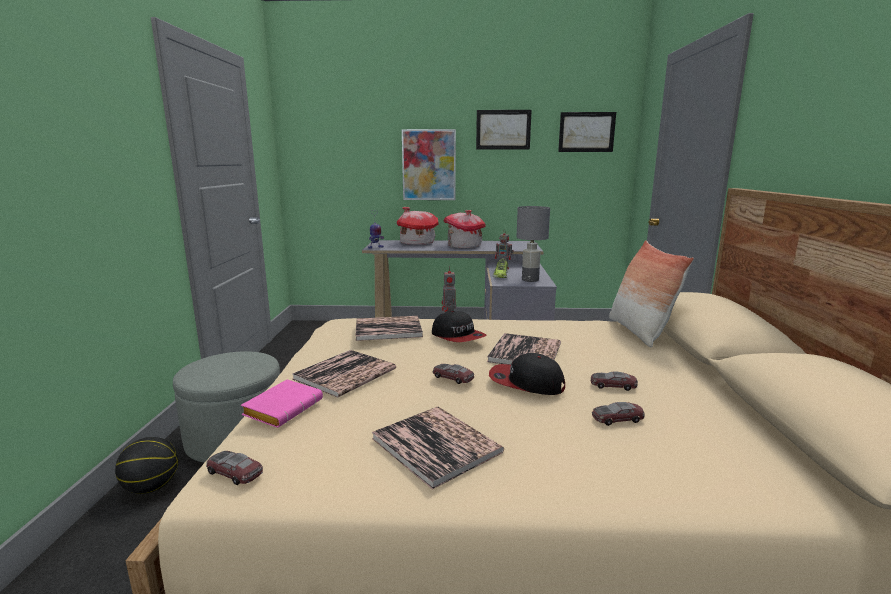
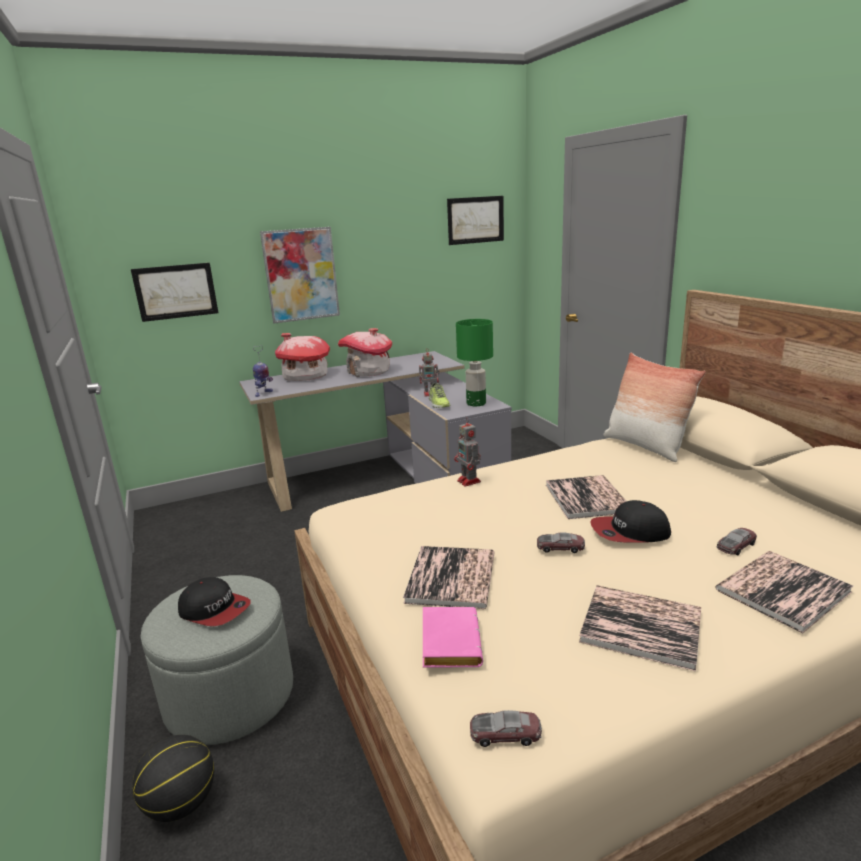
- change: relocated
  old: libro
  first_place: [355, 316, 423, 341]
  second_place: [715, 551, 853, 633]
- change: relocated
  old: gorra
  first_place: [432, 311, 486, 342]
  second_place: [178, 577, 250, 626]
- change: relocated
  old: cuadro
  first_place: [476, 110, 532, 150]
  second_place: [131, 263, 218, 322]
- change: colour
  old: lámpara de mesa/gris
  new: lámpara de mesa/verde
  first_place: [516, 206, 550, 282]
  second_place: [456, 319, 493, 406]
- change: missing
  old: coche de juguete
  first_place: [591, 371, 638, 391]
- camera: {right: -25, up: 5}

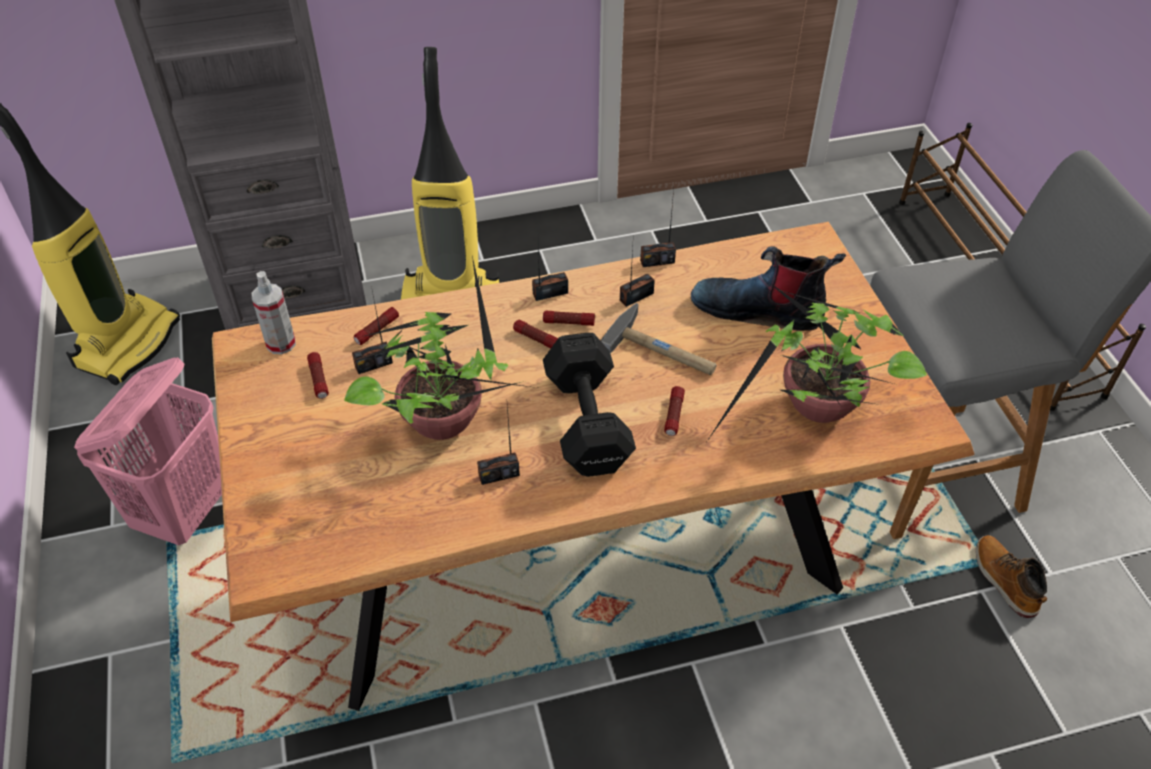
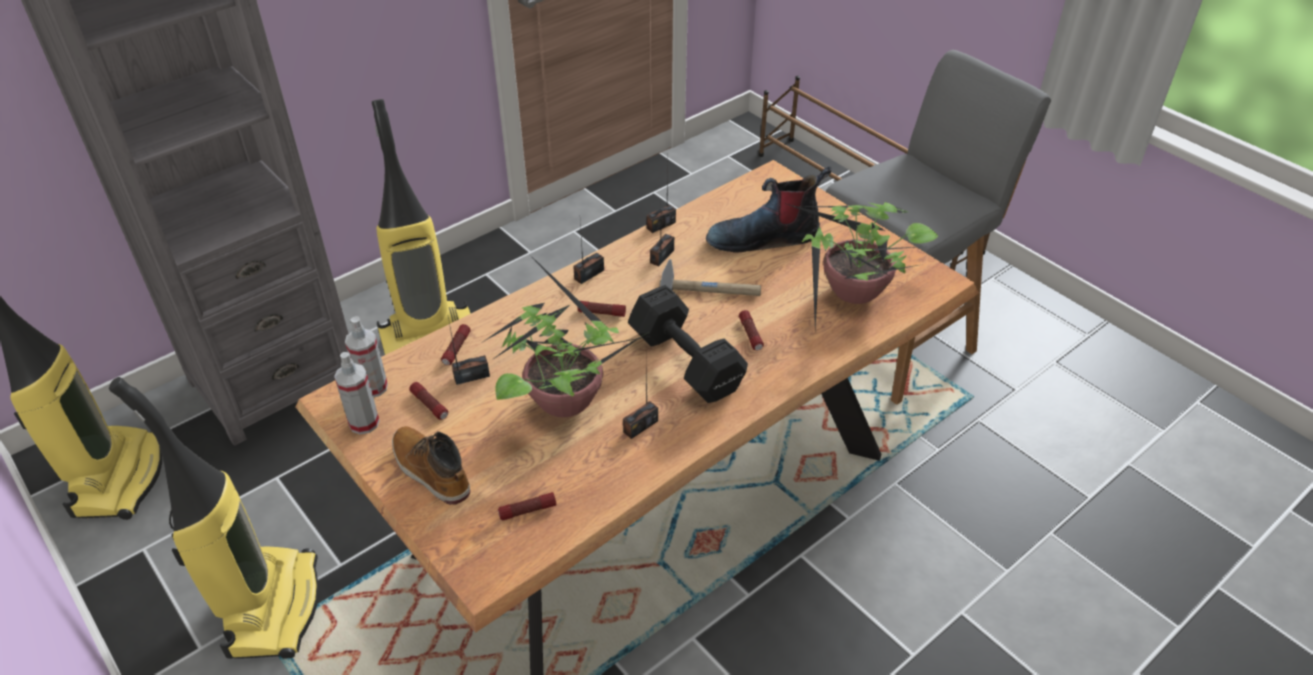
- change: exchanged
  old: cesto de la ropa/rosa
  new: aspiradora
  first_place: [74, 357, 222, 545]
  second_place: [109, 377, 319, 659]
- change: spun
  old: radio
  first_place: [352, 291, 393, 374]
  second_place: [448, 317, 490, 385]
  degrees: -150
- change: relocated
  old: linterna
  first_place: [543, 311, 595, 326]
  second_place: [498, 492, 556, 520]
- change: relocated
  old: bota
  first_place: [976, 535, 1047, 618]
  second_place: [392, 426, 471, 505]
- change: appeared
  new: pulverizador
  second_place: [334, 352, 380, 434]
- camera: {right: -25, up: -5}

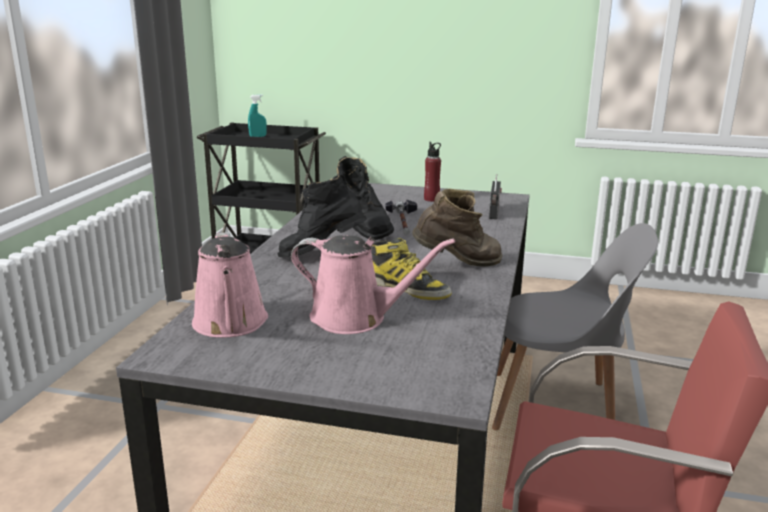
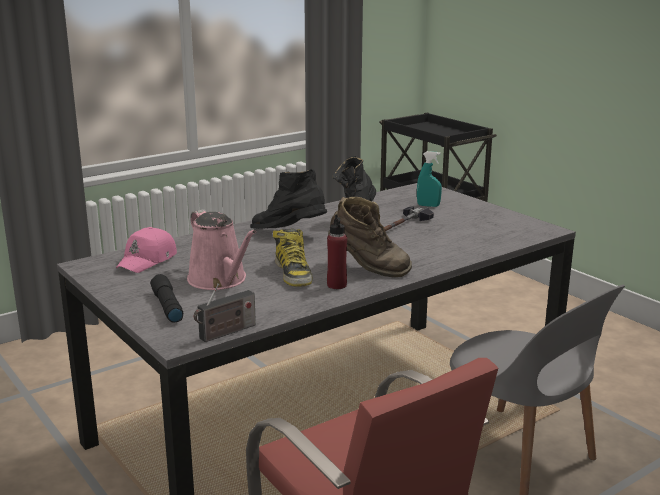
- change: exchanged
  old: regadera/rosa
  new: gorra/rosa
  first_place: [192, 232, 268, 338]
  second_place: [116, 227, 177, 273]
- change: relocated
  old: pulverizador/turquesa
  first_place: [248, 94, 267, 137]
  second_place: [417, 151, 442, 207]
- change: relocated
  old: botella/rojo
  first_place: [424, 142, 441, 202]
  second_place: [327, 214, 347, 289]
- change: relocated
  old: radio
  first_place: [489, 174, 502, 219]
  second_place: [194, 284, 256, 342]
- change: appeared
  new: linterna/negro
  second_place: [150, 274, 183, 323]
- camera: {right: 40, up: 0}

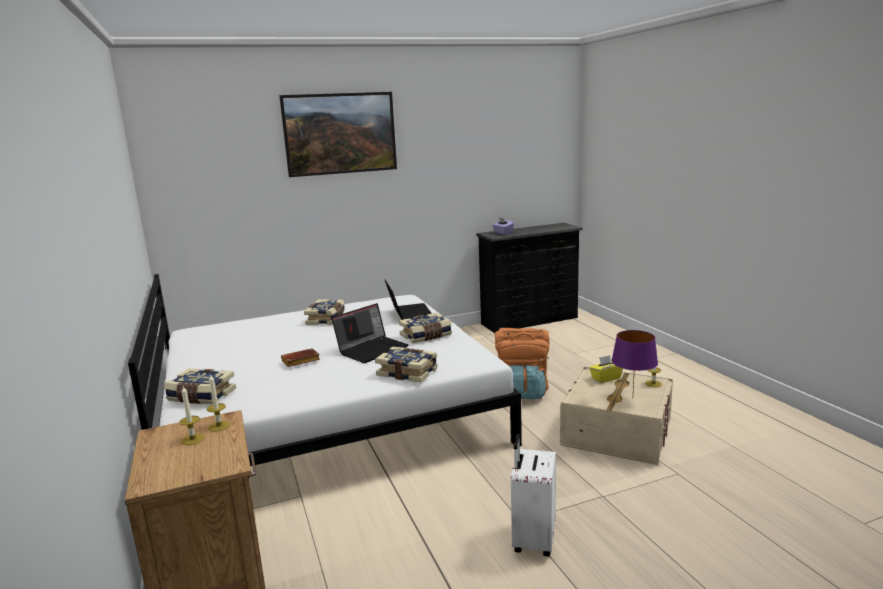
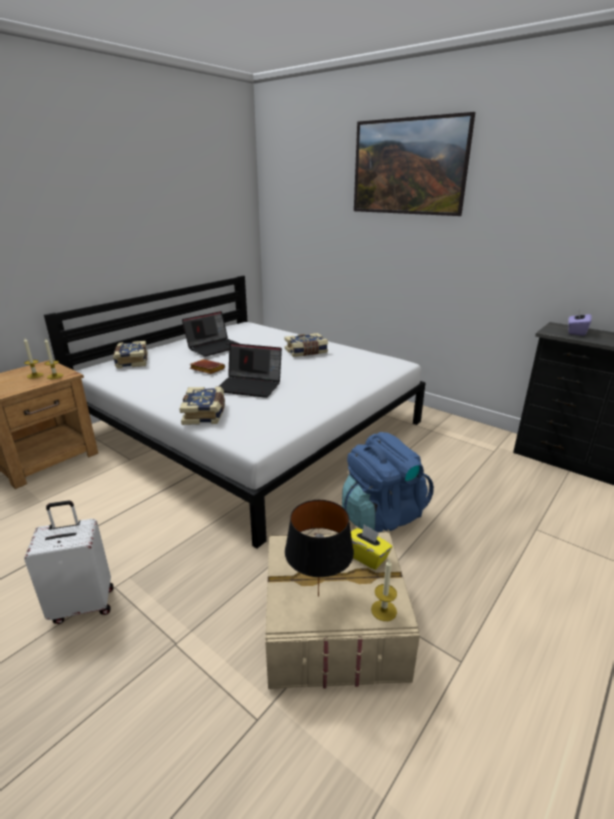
- change: relocated
  old: portátil
  first_place: [385, 280, 432, 320]
  second_place: [182, 311, 240, 357]
- change: missing
  old: libro
  first_place: [399, 313, 452, 343]
- change: colour
  old: mochila/naranja
  new: mochila/azul
  first_place: [495, 328, 549, 399]
  second_place: [342, 432, 434, 532]
- change: colour
  old: lámpara de mesa/morado
  new: lámpara de mesa/negro
  first_place: [612, 330, 658, 391]
  second_place: [285, 500, 354, 597]
- camera: {right: 60, up: 10}

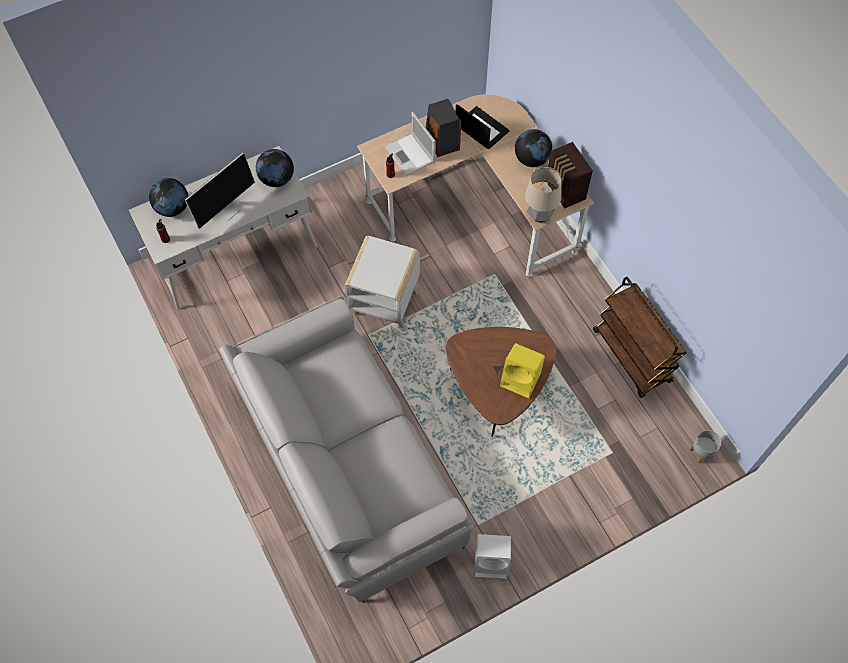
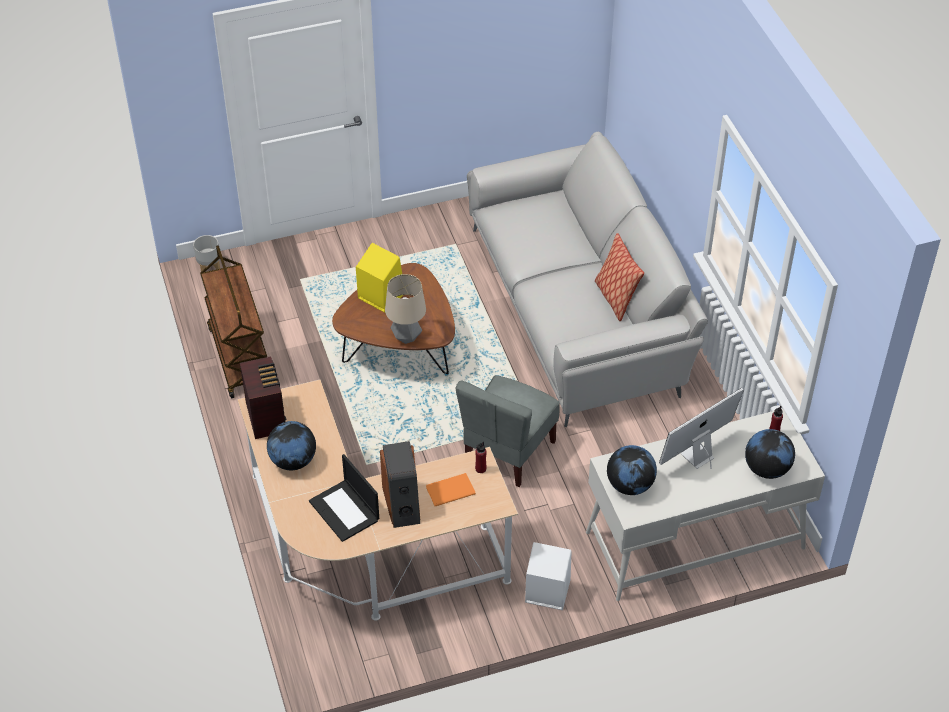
- change: exchanged
  old: mesa auxiliar/blanco
  new: silla/gris
  first_place: [345, 236, 420, 329]
  second_place: [456, 375, 560, 487]
- change: exchanged
  old: portátil
  new: libro/naranja
  first_place: [385, 112, 436, 176]
  second_place: [426, 473, 476, 506]
- change: relocated
  old: altavoz/blanco
  first_place: [474, 534, 511, 579]
  second_place: [525, 542, 572, 610]
- change: relocated
  old: lámpara de mesa
  first_place: [525, 167, 562, 223]
  second_place: [385, 274, 426, 344]
- change: appeared
  new: cojín
  second_place: [595, 233, 644, 321]
- camera: {right: -170, up: -15}

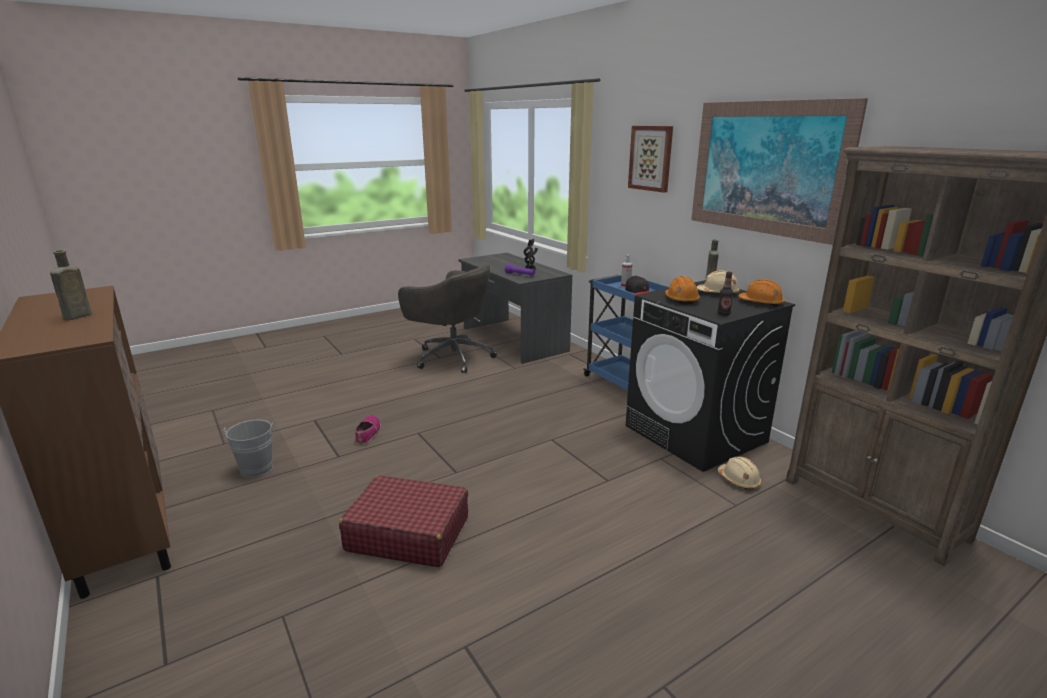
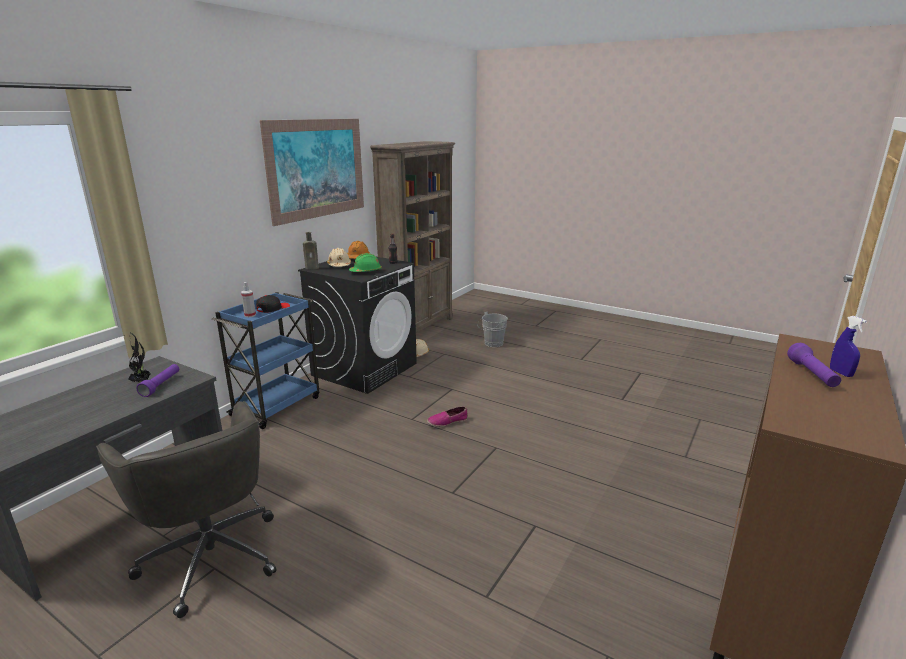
- change: exchanged
  old: botella/marrón
  new: linterna/morado
  first_place: [50, 250, 92, 320]
  second_place: [787, 343, 841, 387]
- change: relocated
  old: cubo/gris
  first_place: [223, 420, 274, 477]
  second_place: [477, 312, 508, 347]
- change: missing
  old: maleta/rojo
  first_place: [339, 476, 468, 567]
- change: relocated
  old: zapato
  first_place: [355, 416, 381, 445]
  second_place: [427, 406, 468, 427]
- change: spun
  old: silla de oficina/gris
  first_place: [398, 264, 497, 373]
  second_place: [96, 401, 276, 618]
  degrees: 135
- change: missing
  old: cuadro
  first_place: [628, 126, 673, 193]
- change: colour
  old: casco/naranja
  new: casco/verde
  first_place: [665, 276, 700, 305]
  second_place: [349, 253, 382, 272]
- change: appeared
  new: pulverizador/azul
  second_place: [830, 316, 867, 377]
- camera: {right: -115, up: 0}

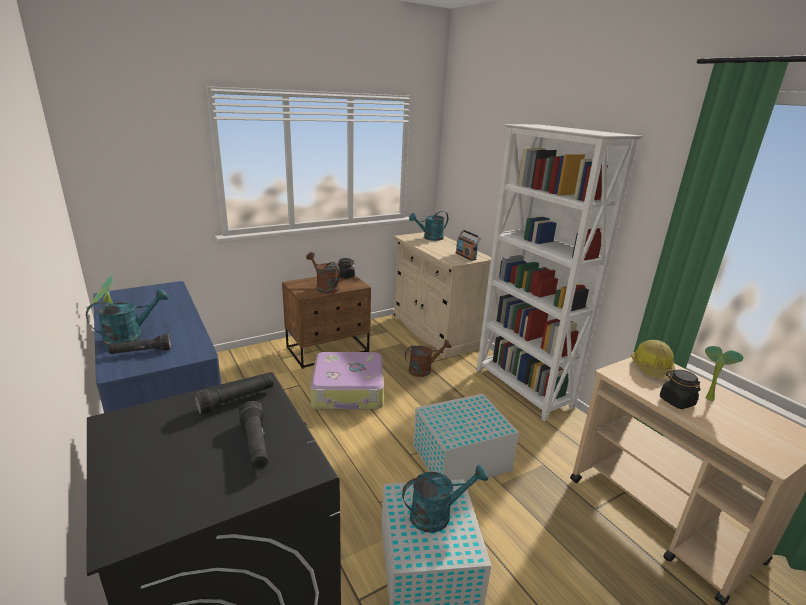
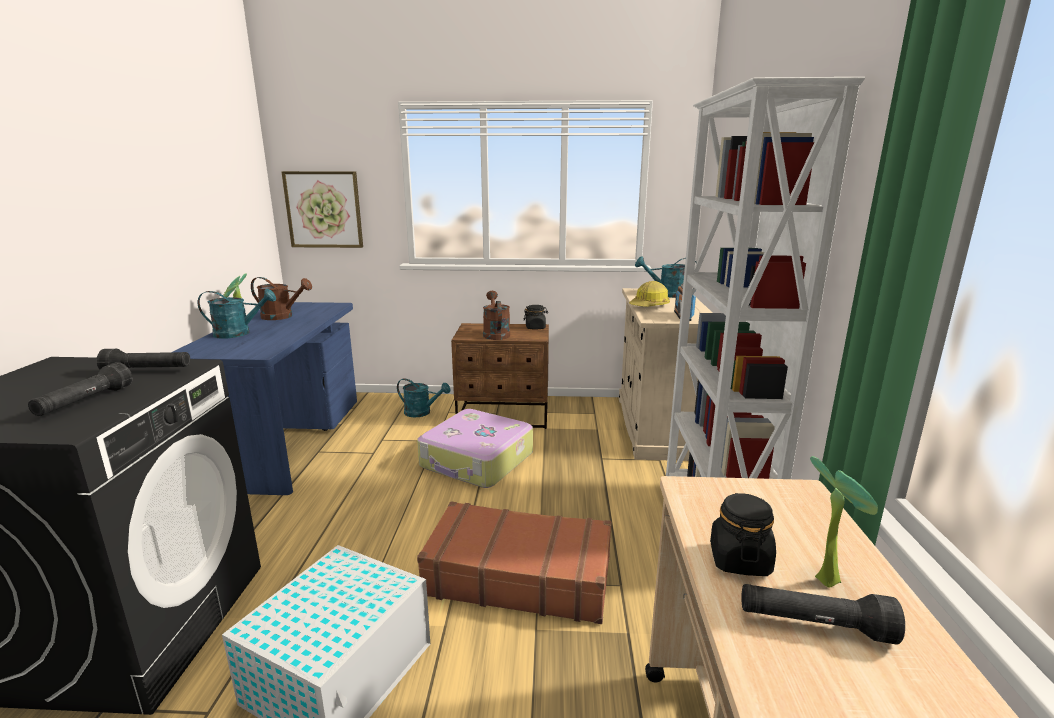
- change: relocated
  old: linterna/negro
  first_place: [108, 334, 171, 354]
  second_place: [741, 584, 905, 645]
- change: relocated
  old: regadera/turquesa
  first_place: [402, 465, 488, 533]
  second_place: [397, 378, 450, 417]
- change: relocated
  old: regadera/marrón
  first_place: [405, 340, 451, 377]
  second_place: [251, 277, 312, 320]
- change: exchanged
  old: caja de almacenaje/blanco
  new: maleta/marrón
  first_place: [413, 394, 519, 483]
  second_place: [417, 502, 612, 624]
- change: relocated
  old: casco
  first_place: [631, 340, 675, 379]
  second_place: [629, 281, 670, 307]
- change: appeared
  new: cuadro
  second_place: [282, 171, 363, 248]
- camera: {right: 35, up: -5}

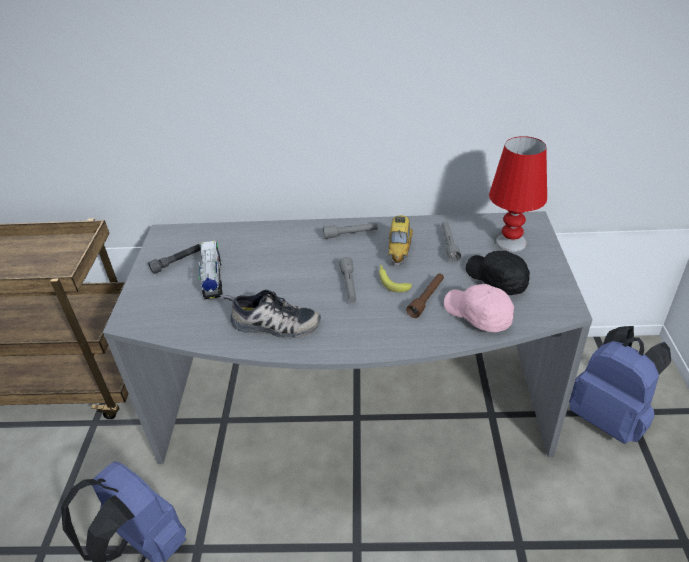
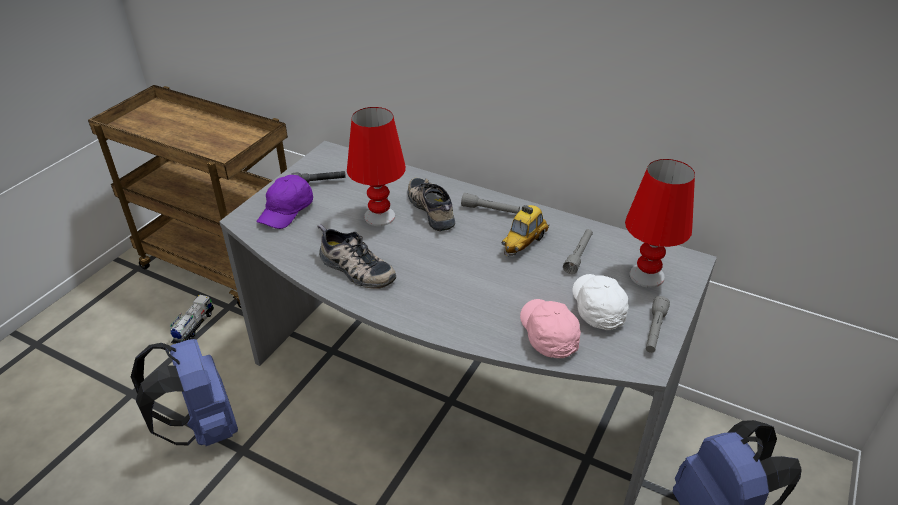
- change: relocated
  old: camión de juguete
  first_place: [199, 241, 222, 299]
  second_place: [170, 295, 214, 344]
- change: relocated
  old: linterna/gris
  first_place: [339, 257, 356, 303]
  second_place: [646, 296, 670, 353]
- change: missing
  old: plátano
  first_place: [379, 264, 412, 292]
- change: missing
  old: linterna/marrón
  first_place: [406, 273, 444, 318]
- change: colour
  old: gorra/negro
  new: gorra/blanco
  first_place: [466, 251, 530, 295]
  second_place: [572, 274, 629, 330]
- change: appeared
  new: gorra/morado
  second_place: [256, 175, 313, 229]
- change: appeared
  new: lámpara de mesa/rojo
  second_place: [347, 107, 406, 226]
- change: appeared
  new: zapato
  second_place: [407, 178, 455, 231]
- camera: {right: 25, up: 0}

